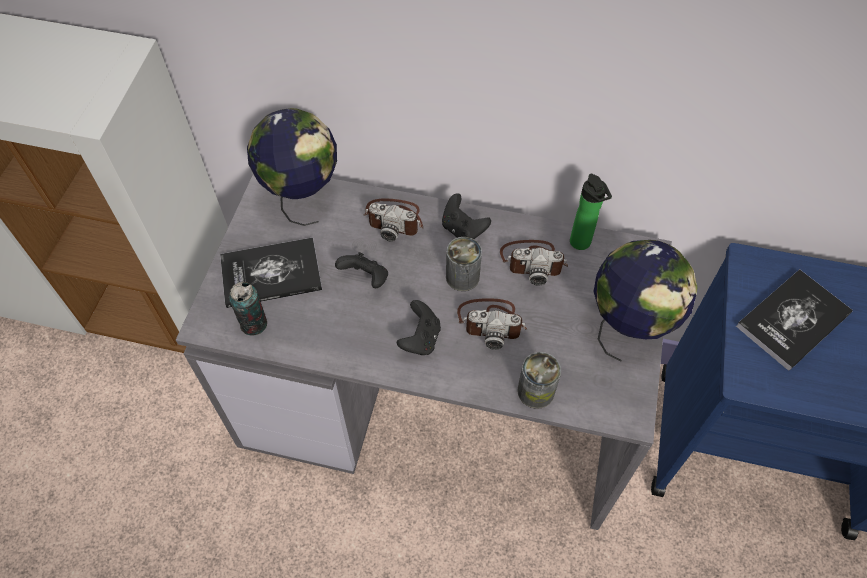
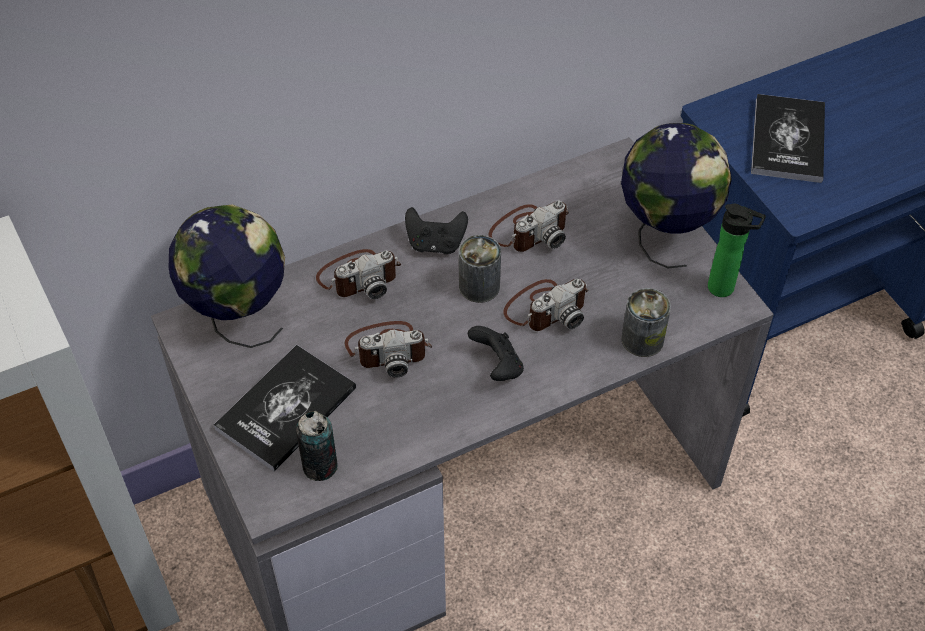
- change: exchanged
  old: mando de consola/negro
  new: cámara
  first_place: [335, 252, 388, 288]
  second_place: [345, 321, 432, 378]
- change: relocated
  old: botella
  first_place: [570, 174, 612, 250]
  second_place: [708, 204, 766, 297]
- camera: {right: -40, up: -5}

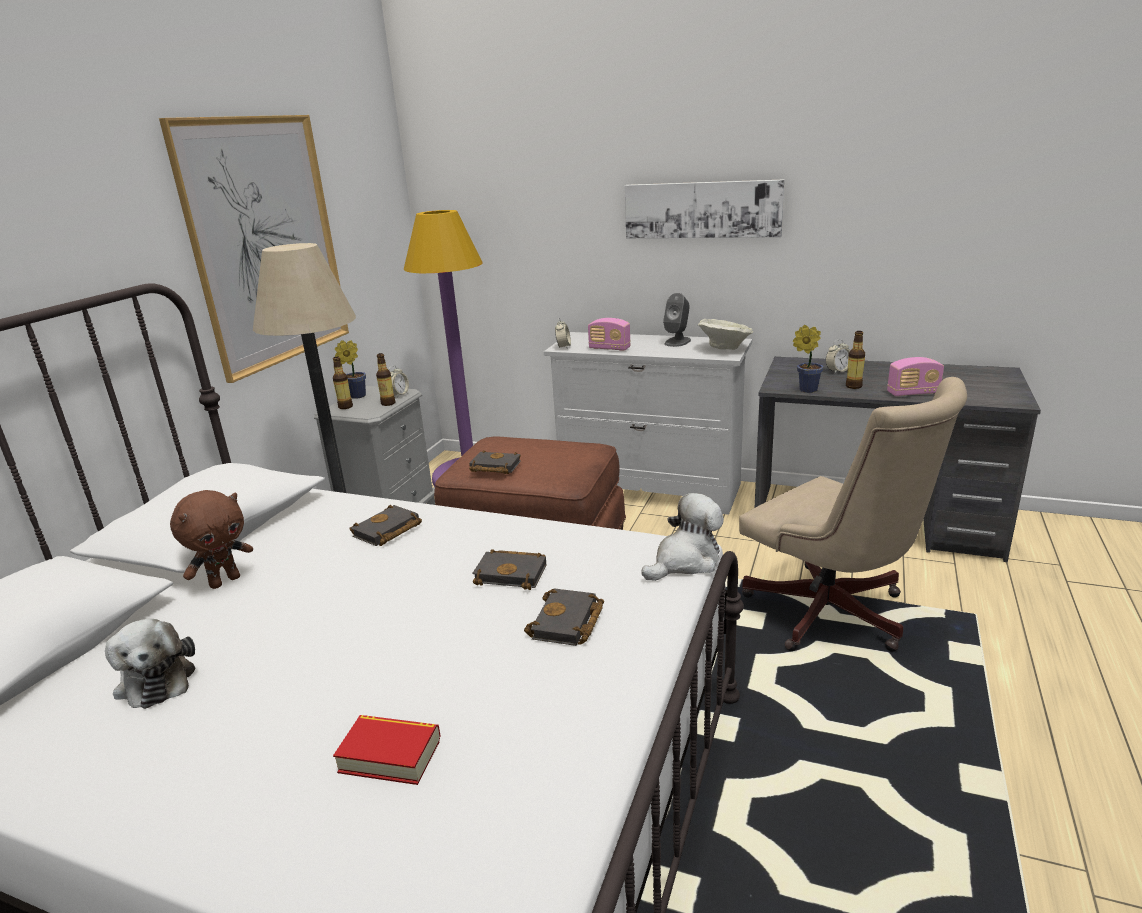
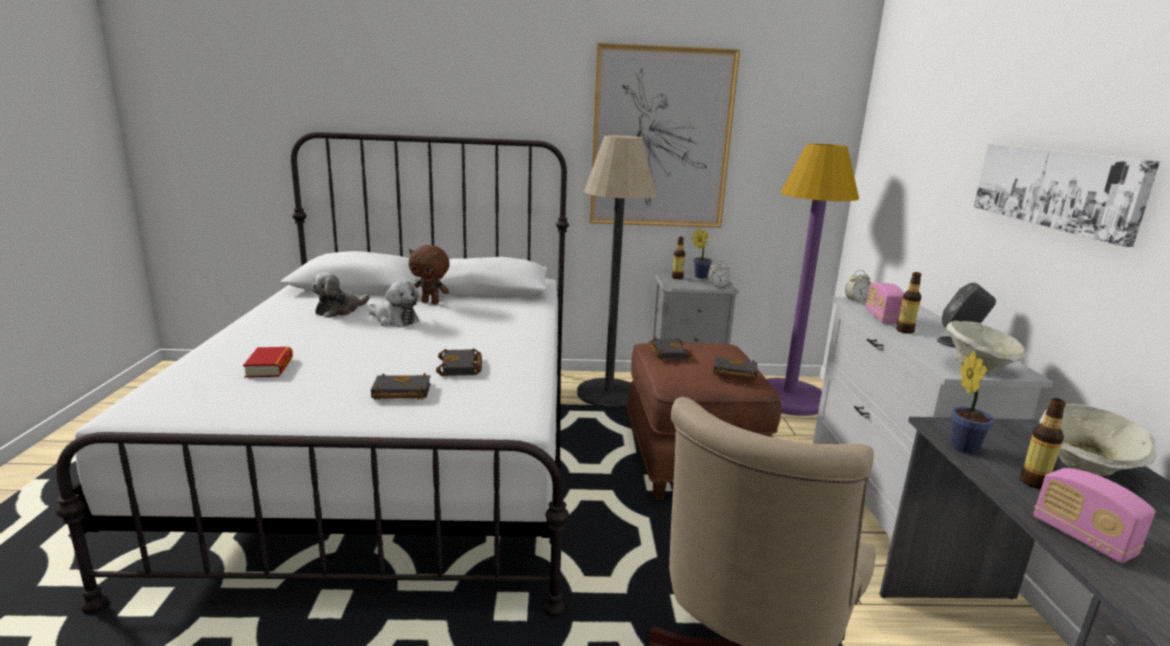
- change: relocated
  old: libro/negro
  first_place: [350, 505, 422, 546]
  second_place: [713, 356, 758, 380]
- change: relocated
  old: botella
  first_place: [376, 353, 395, 406]
  second_place: [896, 272, 921, 334]
- change: relocated
  old: peluche
  first_place: [641, 493, 724, 581]
  second_place: [367, 280, 419, 327]
- change: exchanged
  old: despertador
  new: cuenco/beis
  first_place: [825, 339, 850, 374]
  second_place: [1040, 404, 1157, 476]
- camera: {right: 65, up: -5}

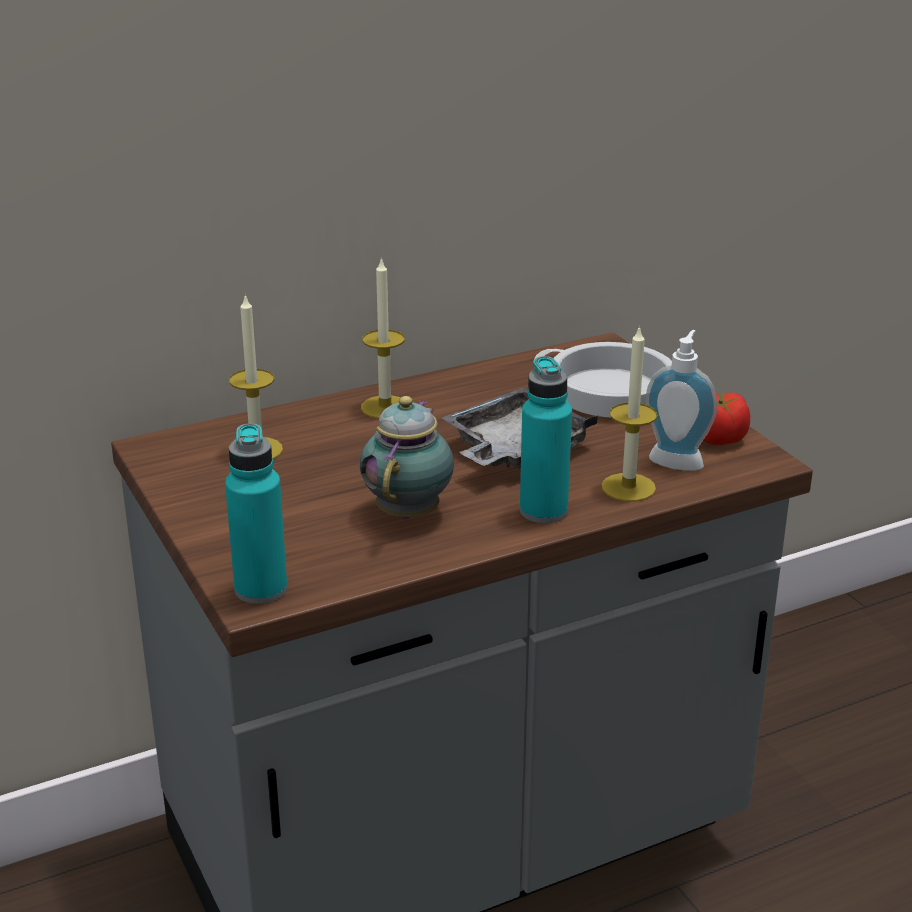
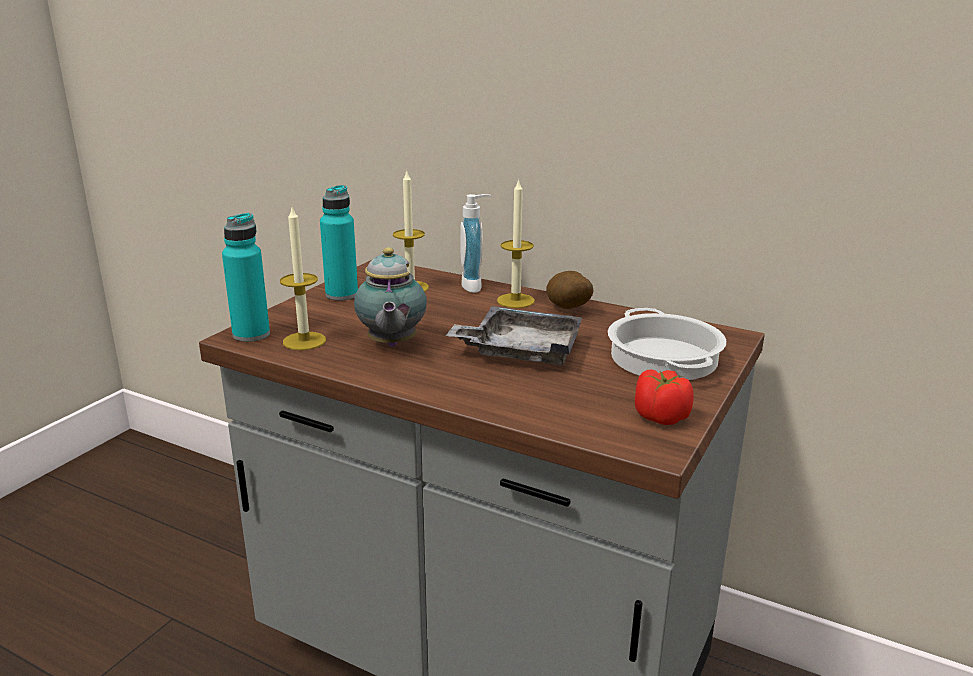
- change: spun
  old: tetera
  first_place: [360, 396, 454, 520]
  second_place: [354, 247, 427, 347]
  degrees: 105
- change: relocated
  old: botella/turquesa
  first_place: [520, 356, 572, 523]
  second_place: [320, 185, 358, 300]
- change: relocated
  old: vela
  first_place: [601, 325, 658, 501]
  second_place: [280, 208, 326, 350]
- change: relocated
  old: dispensador de jabón
  first_place: [646, 330, 717, 471]
  second_place: [460, 194, 491, 293]
- change: appeared
  new: patata
  second_place: [546, 271, 593, 309]
- camera: {right: 55, up: -5}

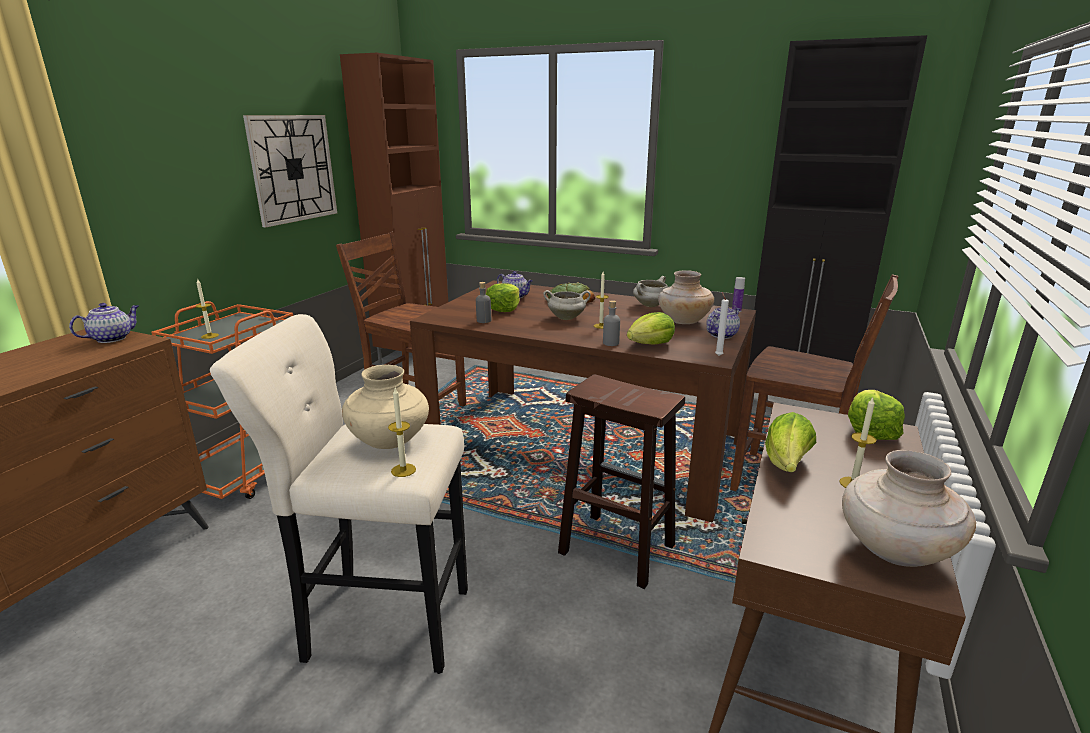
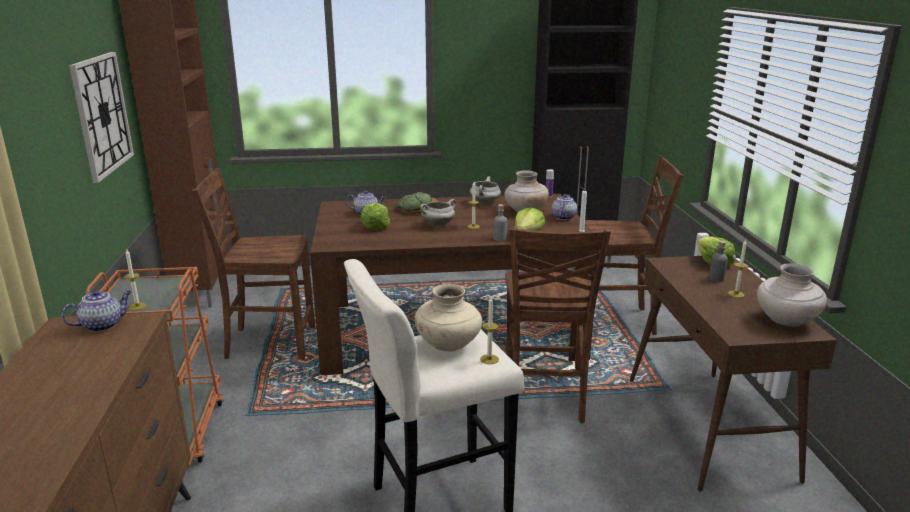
- change: spun
  old: tetera
  first_place: [69, 303, 139, 343]
  second_place: [62, 290, 131, 332]
  degrees: 45
- change: relocated
  old: botella/gris
  first_place: [476, 282, 491, 323]
  second_place: [709, 241, 728, 282]
- change: exchanged
  old: taburete/marrón
  new: silla/marrón
  first_place: [558, 374, 685, 589]
  second_place: [505, 228, 611, 423]
- change: missing
  old: lechuga
  first_place: [765, 412, 816, 472]
- camera: {right: -30, up: 0}

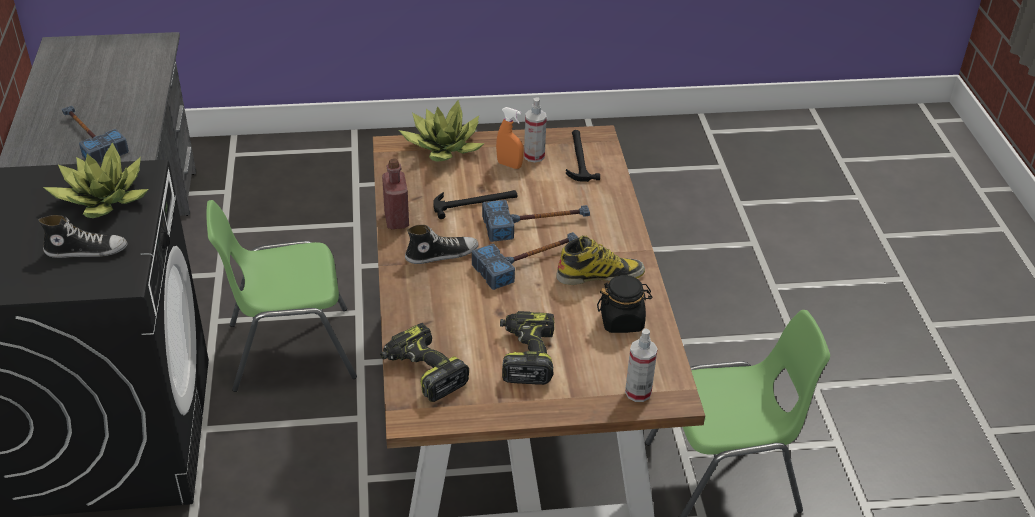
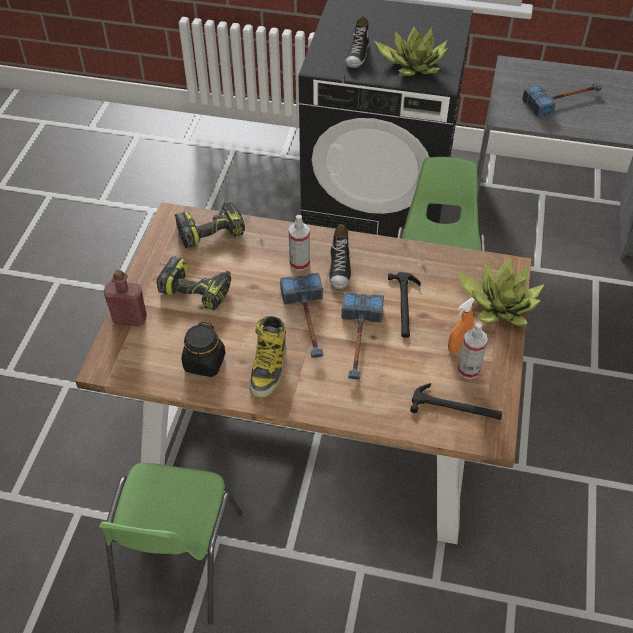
- change: relocated
  old: botella/rojo
  first_place: [382, 158, 409, 229]
  second_place: [104, 270, 147, 327]
- change: relocated
  old: pulverizador
  first_place: [625, 328, 658, 402]
  second_place: [289, 215, 310, 271]
- camera: {right: 110, up: 10}

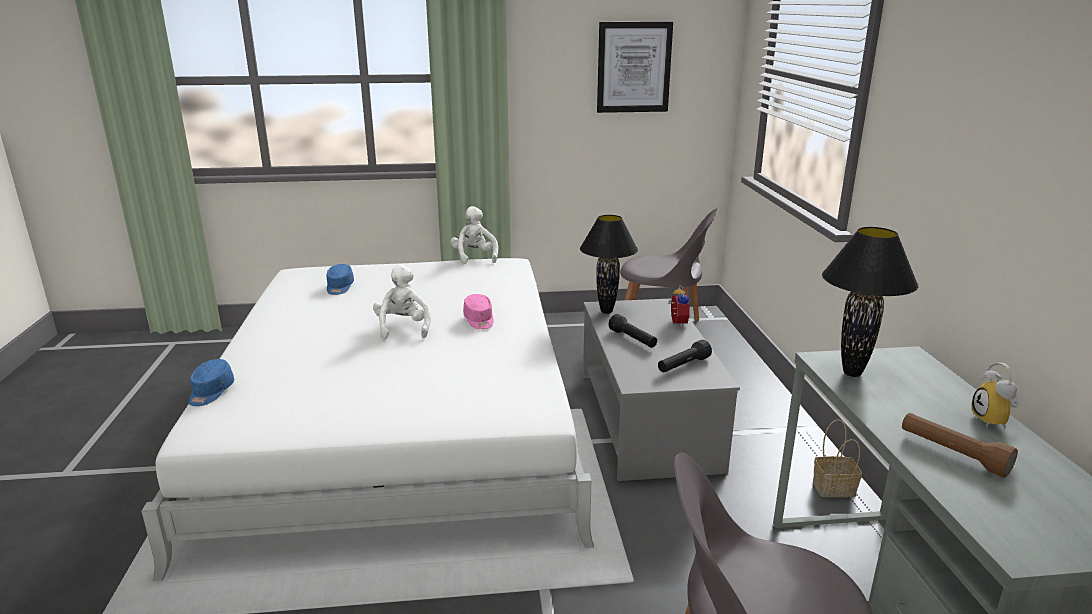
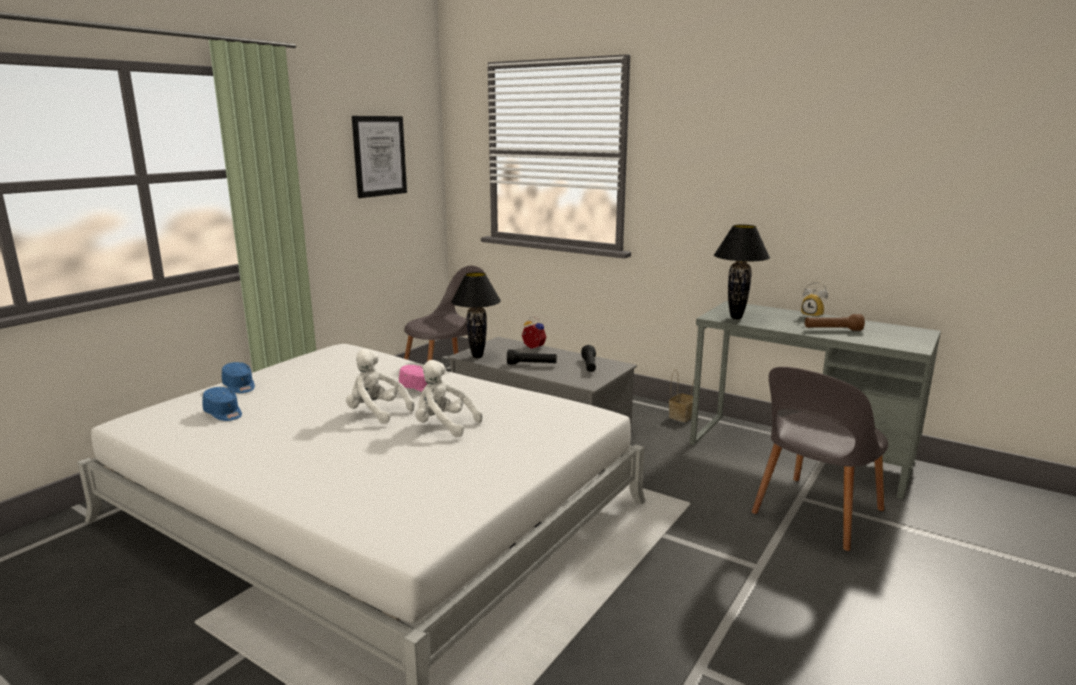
- change: relocated
  old: gorra/azul
  first_place: [189, 359, 234, 406]
  second_place: [222, 362, 255, 393]
- change: relocated
  old: peluche/blanco
  first_place: [451, 206, 498, 264]
  second_place: [415, 360, 482, 437]
- camera: {right: -50, up: -5}

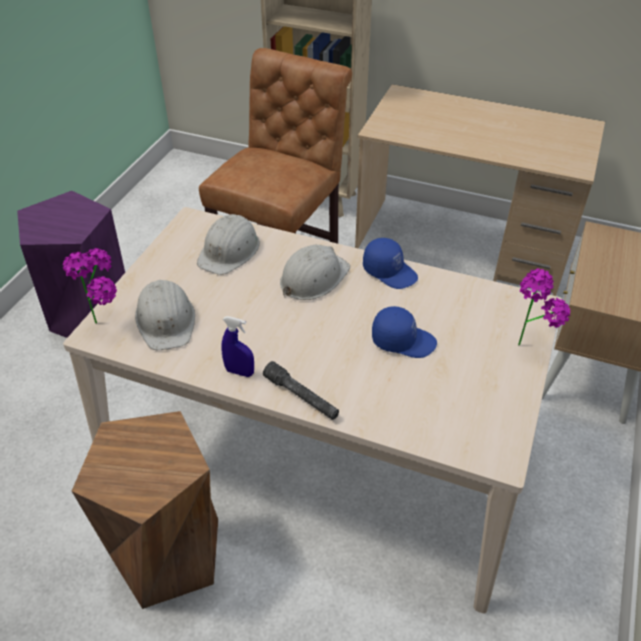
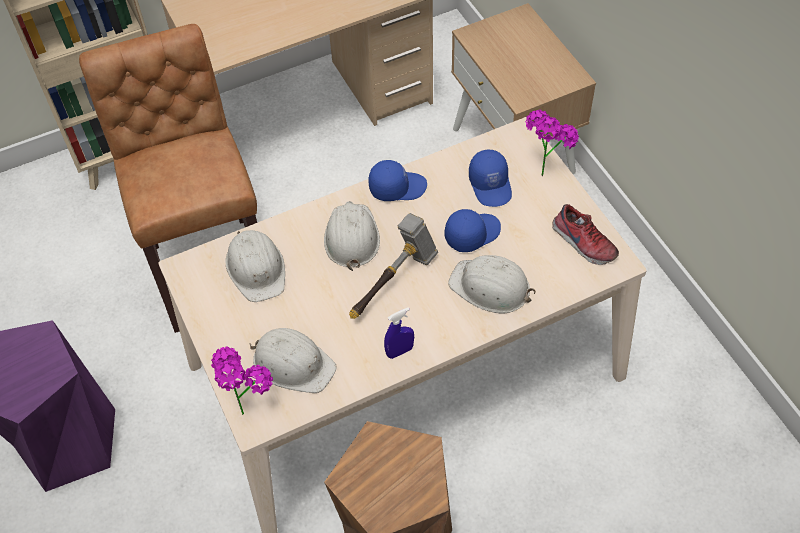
- change: missing
  old: linterna/gris
  first_place: [263, 361, 339, 420]
- change: appeared
  new: martillo
  second_place: [349, 213, 438, 319]
- change: appeared
  new: casco/blanco
  second_place: [448, 255, 536, 313]
- change: appeared
  new: gorra/azul
  second_place: [469, 149, 512, 207]
- change: appeared
  new: zapato
  second_place: [552, 204, 619, 265]
- camera: {right: -45, up: 10}

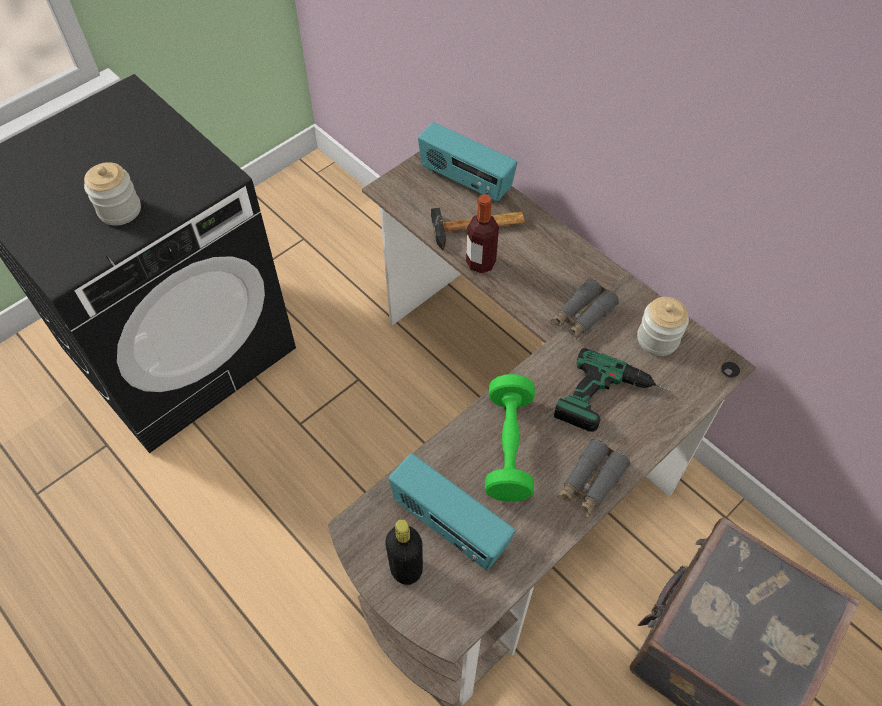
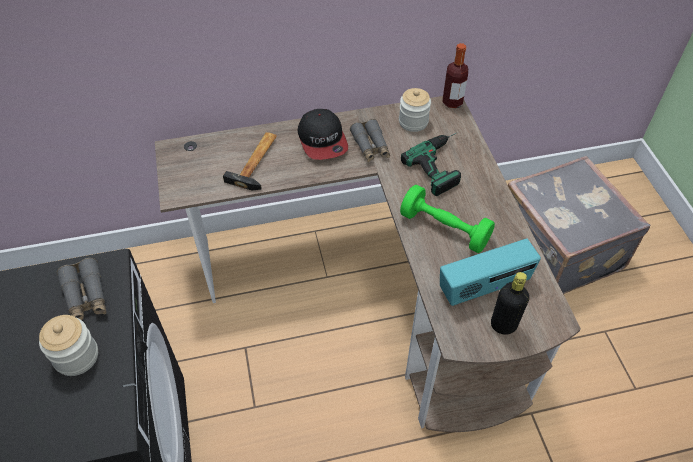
- change: missing
  old: radio
  first_place: [418, 122, 518, 202]
- change: relocated
  old: botella
  first_place: [466, 194, 499, 273]
  second_place: [442, 43, 468, 108]
- change: relocated
  old: prismáticos/gris
  first_place: [557, 439, 630, 518]
  second_place: [57, 258, 107, 320]
- change: appeared
  new: gorra
  second_place: [298, 109, 348, 160]
- camera: {right: -60, up: -5}

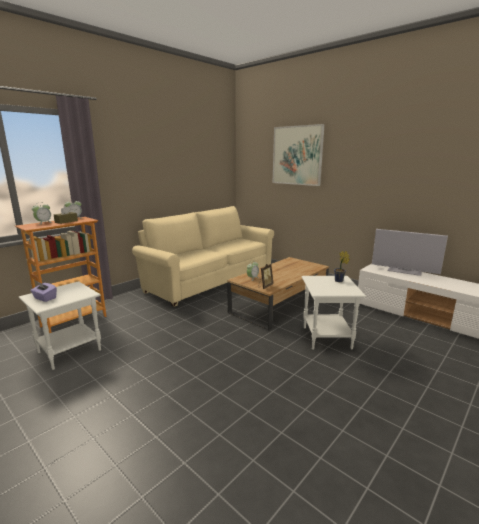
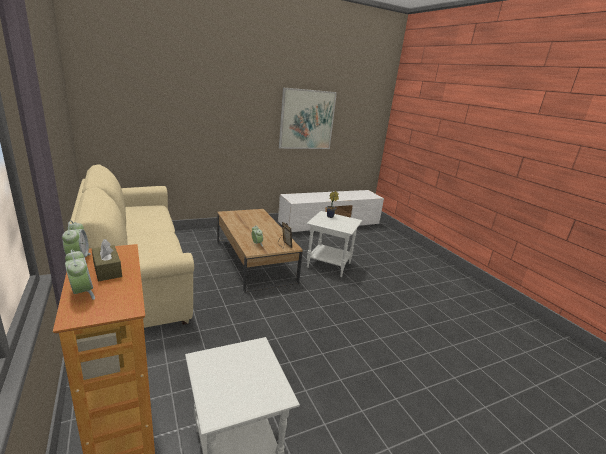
- change: missing
  old: caja de pañuelos/morado
  first_place: [30, 282, 57, 302]
- change: relocated
  old: cuadro
  first_place: [273, 124, 325, 186]
  second_place: [279, 87, 337, 149]
- change: missing
  old: televisor
  first_place: [372, 229, 448, 276]
- camera: {right: -70, up: 5}

